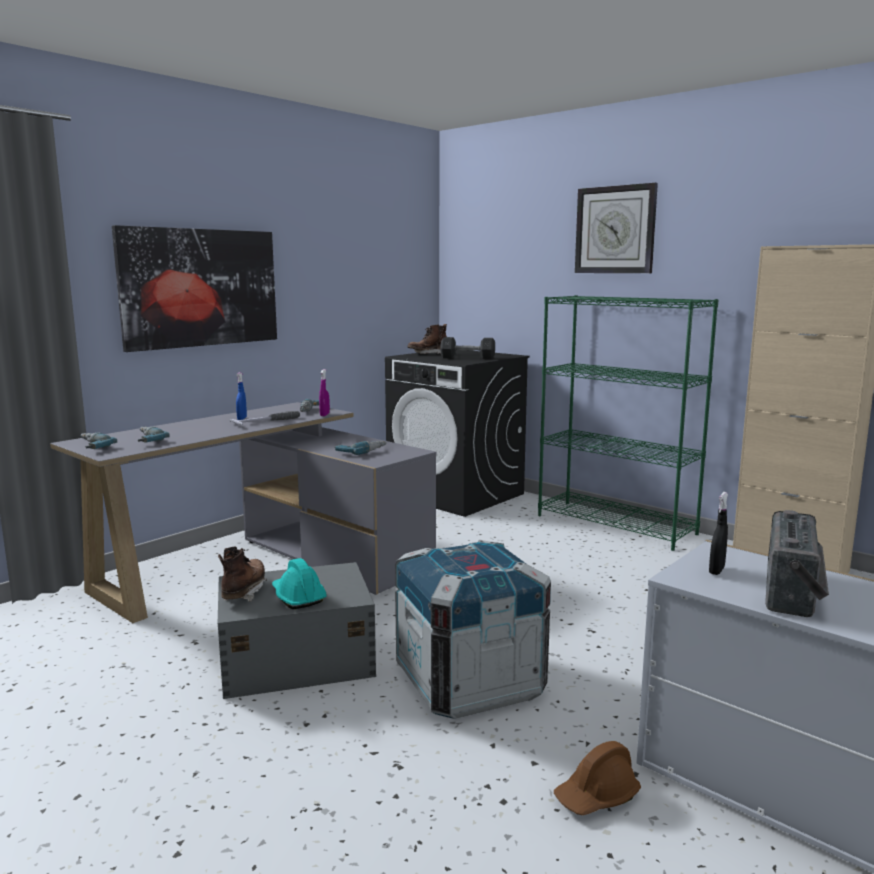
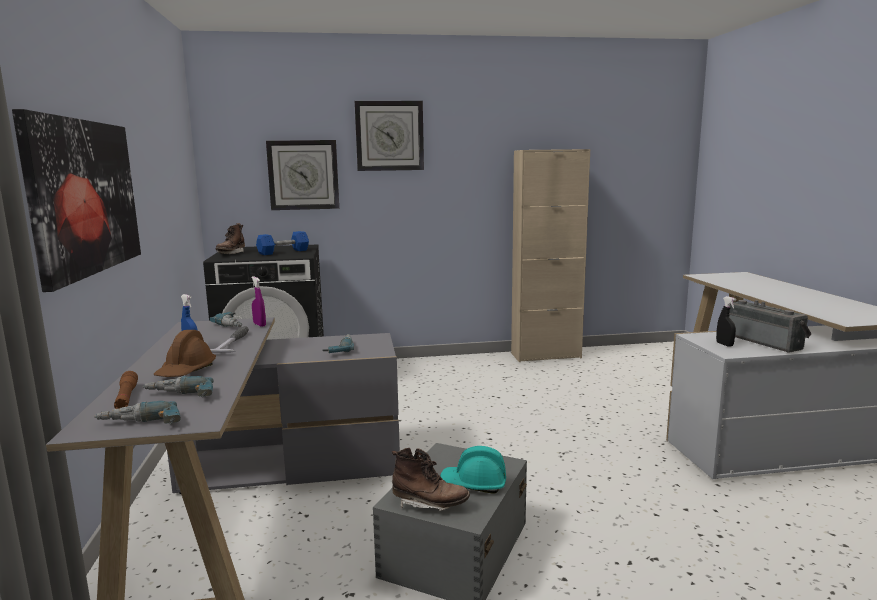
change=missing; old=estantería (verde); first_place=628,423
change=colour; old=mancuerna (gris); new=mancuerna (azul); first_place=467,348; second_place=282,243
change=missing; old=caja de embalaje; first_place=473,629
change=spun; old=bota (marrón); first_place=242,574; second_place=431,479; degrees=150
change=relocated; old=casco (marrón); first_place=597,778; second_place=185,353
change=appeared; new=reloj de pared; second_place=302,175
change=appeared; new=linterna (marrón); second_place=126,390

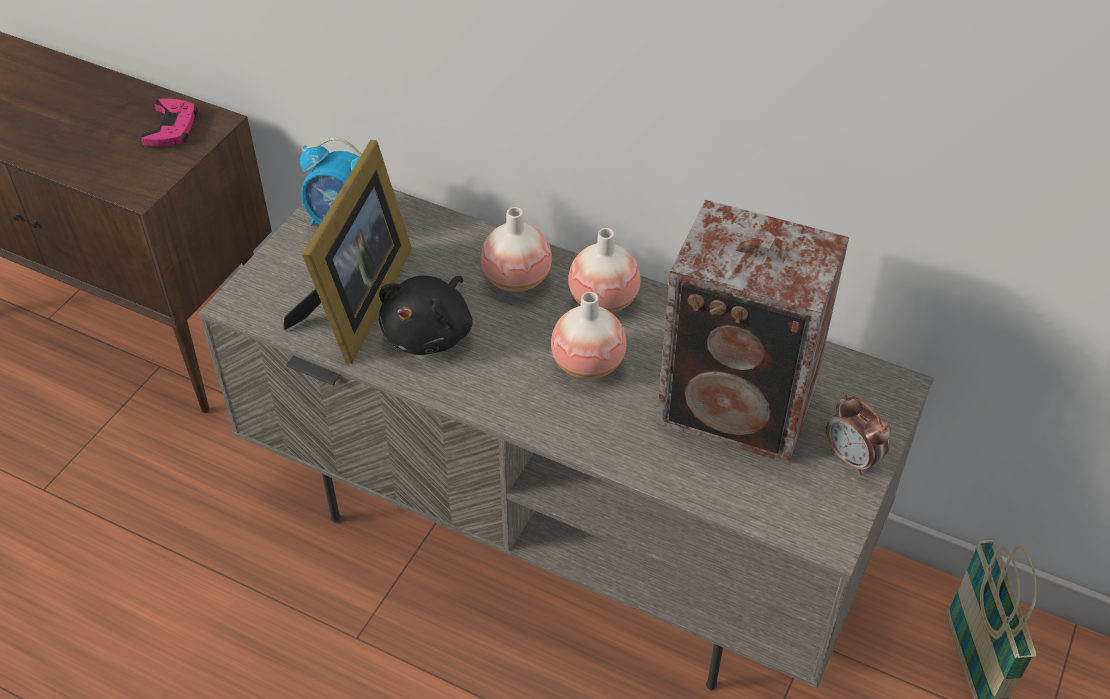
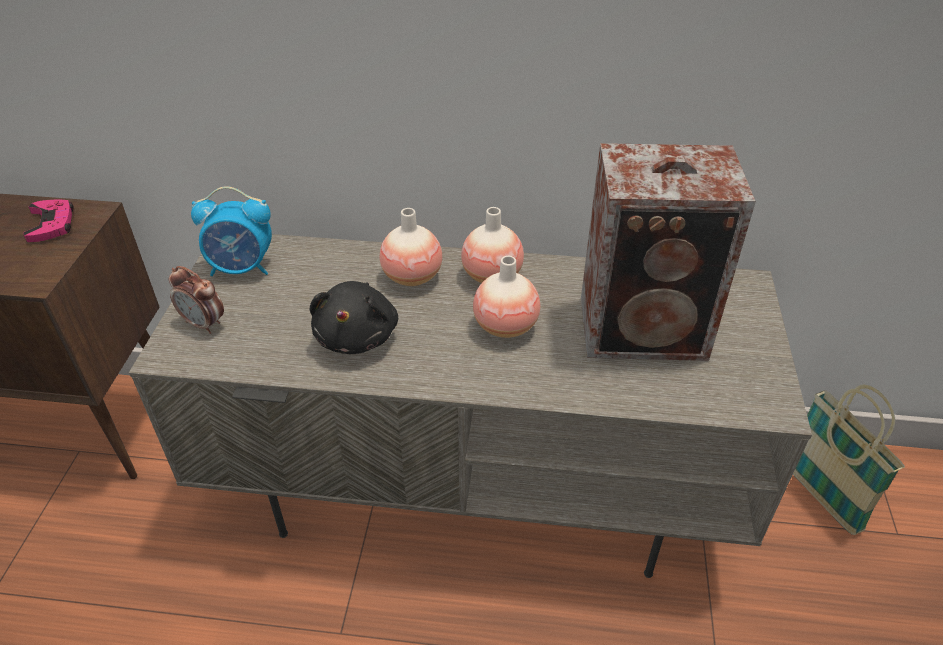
change=missing; old=portarretratos; first_place=348,252
change=relocated; old=despertador; first_place=858,435; second_place=196,300

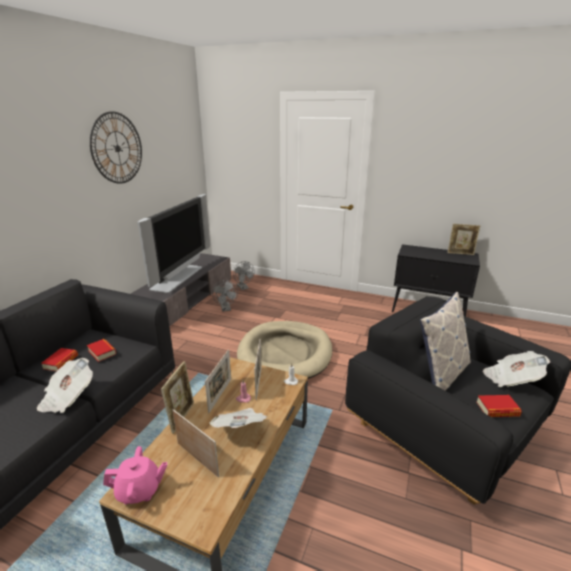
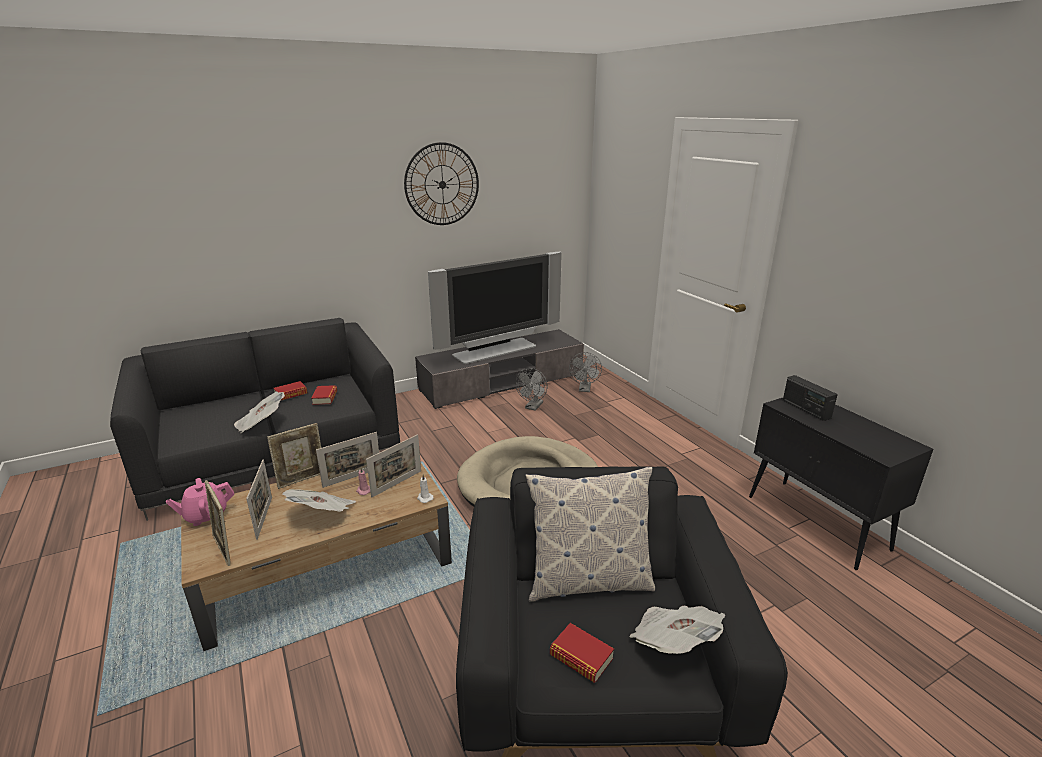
change=relocated; old=portarretratos; first_place=464,239; second_place=218,523
change=spun; old=tetera (rosa); first_place=135,475; second_place=200,502; degrees=120
change=appeared; new=radio; second_place=810,398

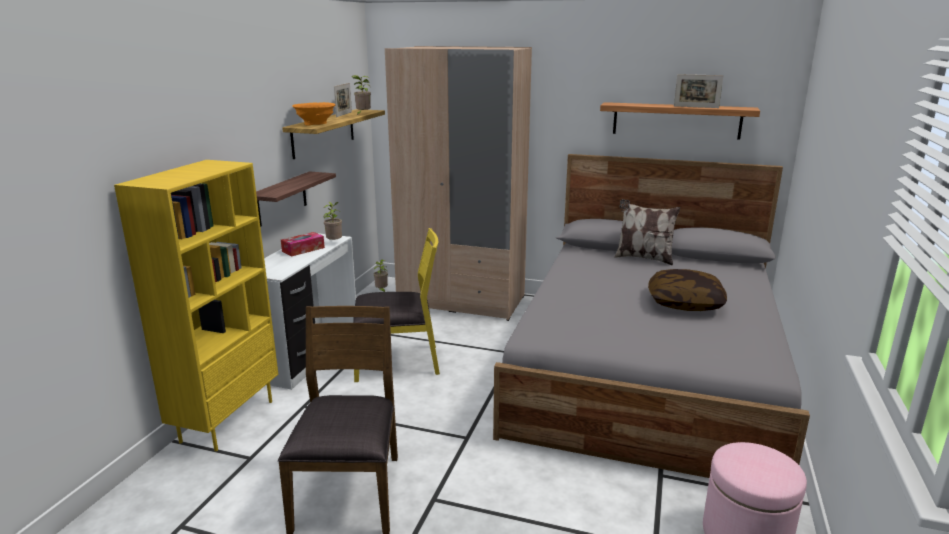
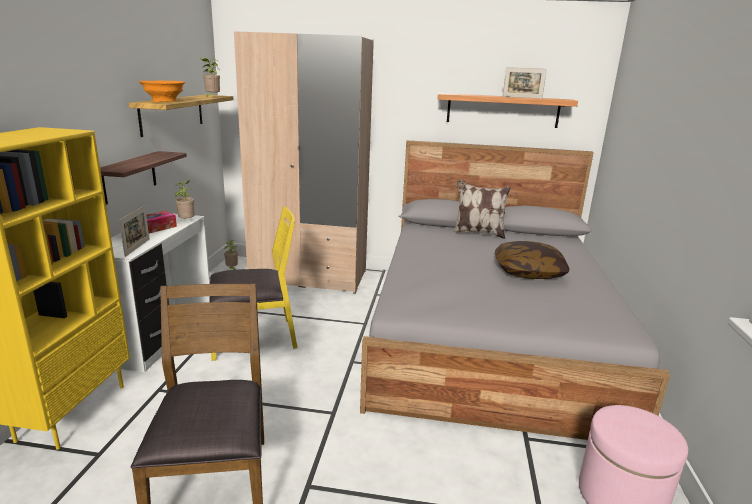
change=relocated; old=portarretratos; first_place=343,100; second_place=134,231

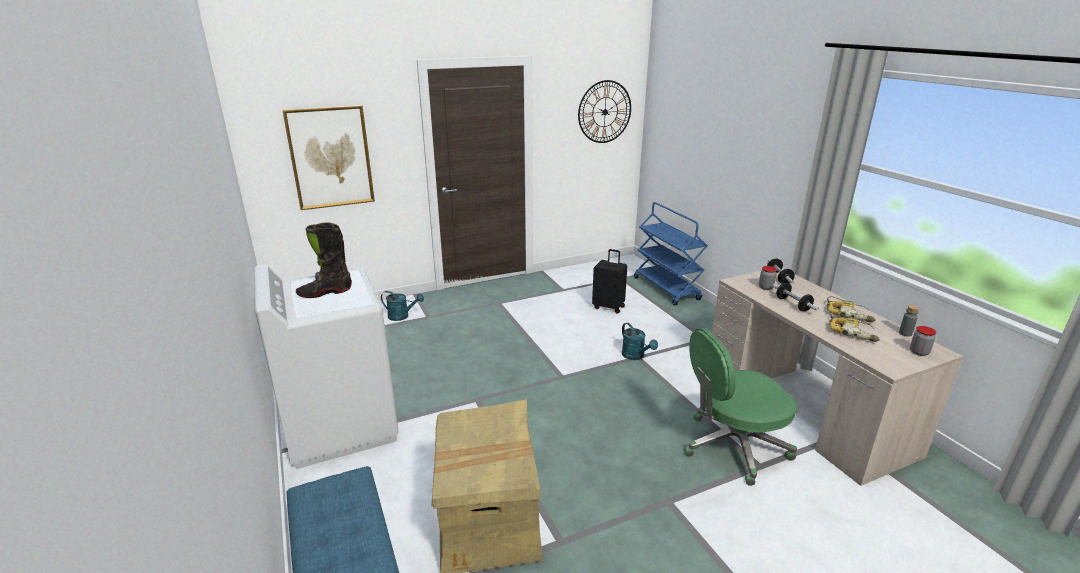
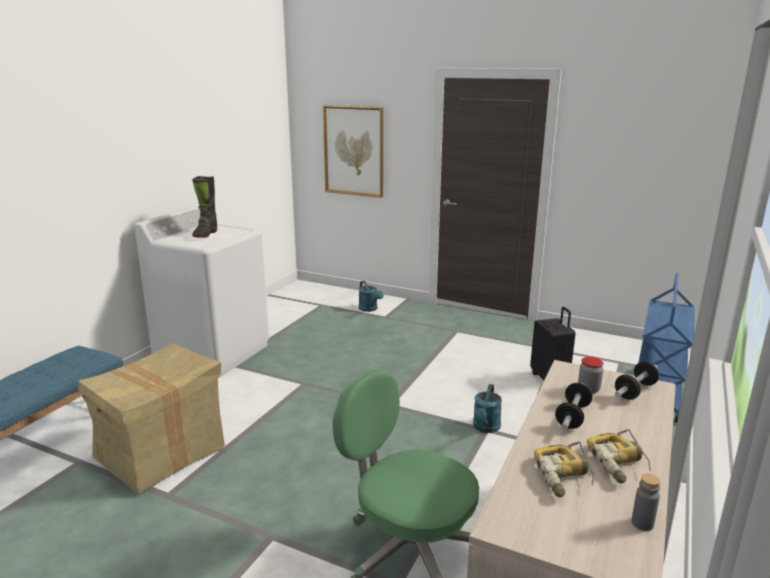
change=missing; old=reloj de pared; first_place=604,111
change=spun; old=bota (negro); first_place=324,260; second_place=204,207; degrees=-105
change=missing; old=tarro; first_place=923,341

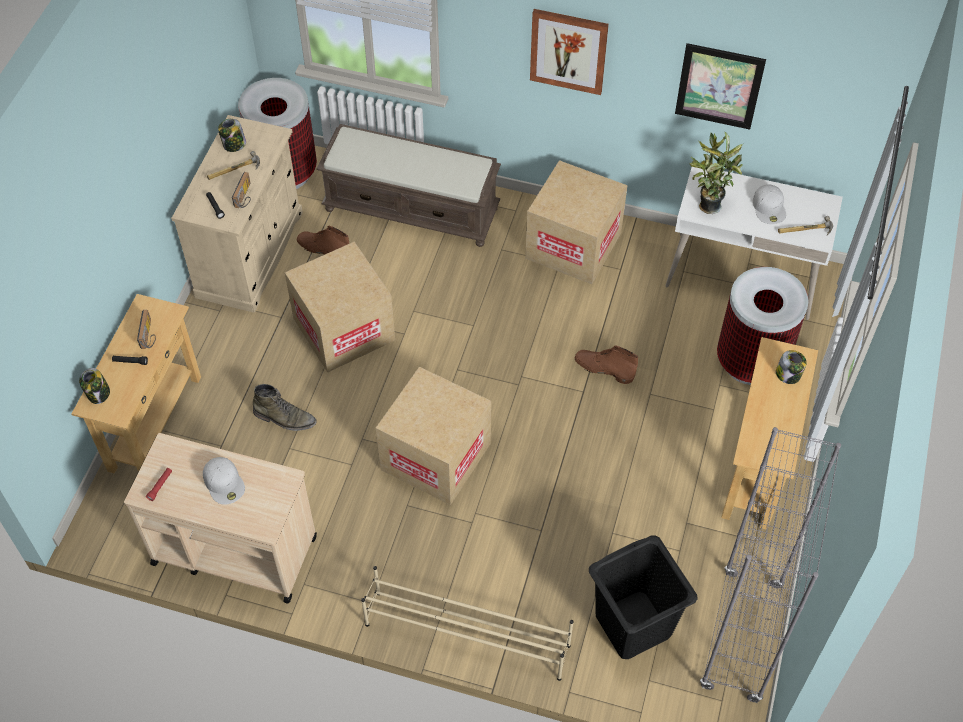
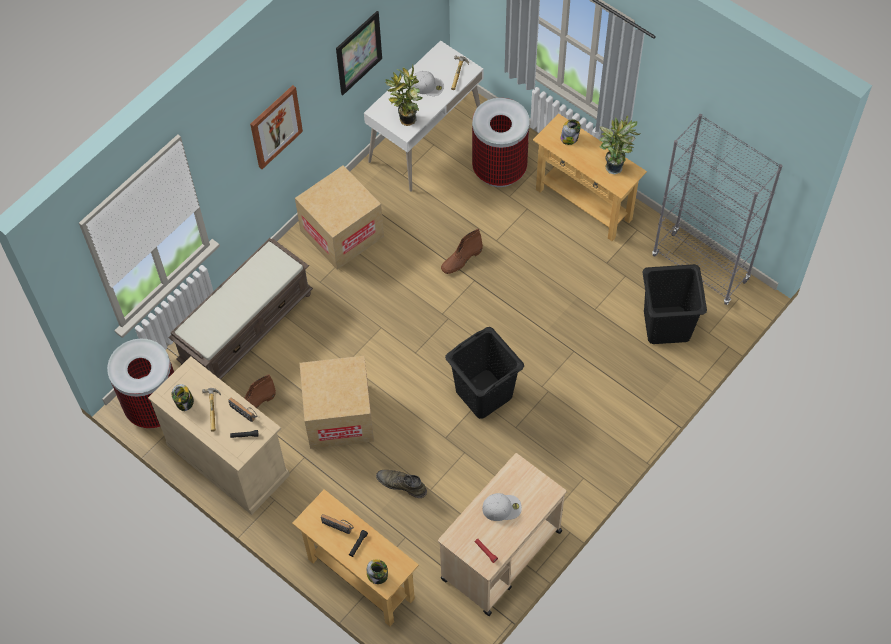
change=exchanged; old=caja de cartón; new=cesto de la ropa (negro); first_place=433,436; second_place=484,373
change=spun; old=bota (verde); first_place=285,407; second_place=401,484; degrees=-105
change=missing; old=zapatero (beis); first_place=467,623
change=appeared; new=planta en maceta; second_place=620,145

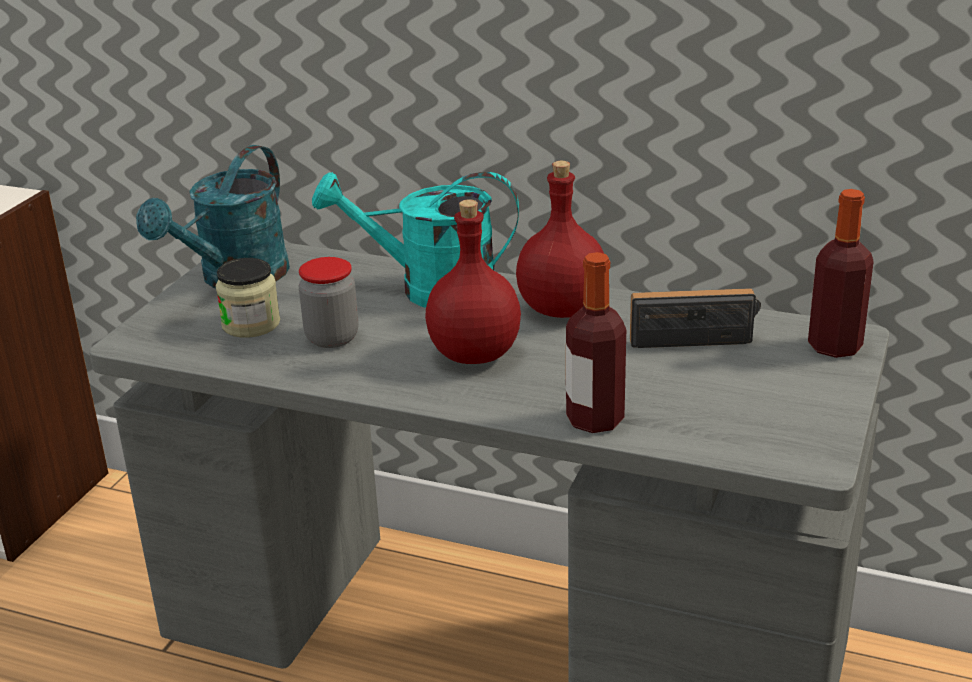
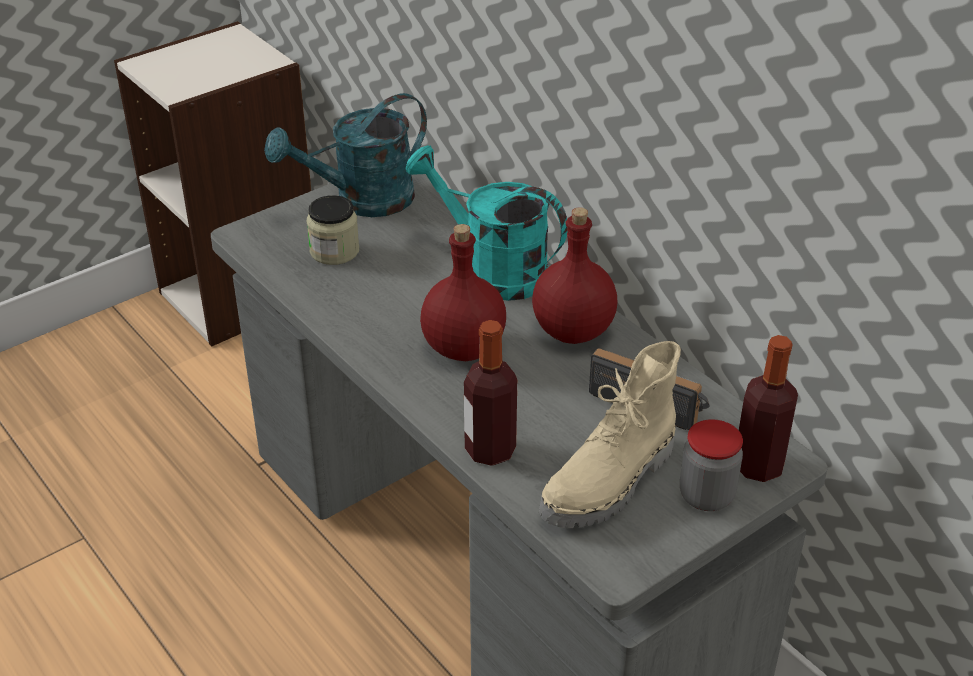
change=relocated; old=tarro; first_place=328,302; second_place=711,465
change=appeared; new=bota (beis); second_place=610,434

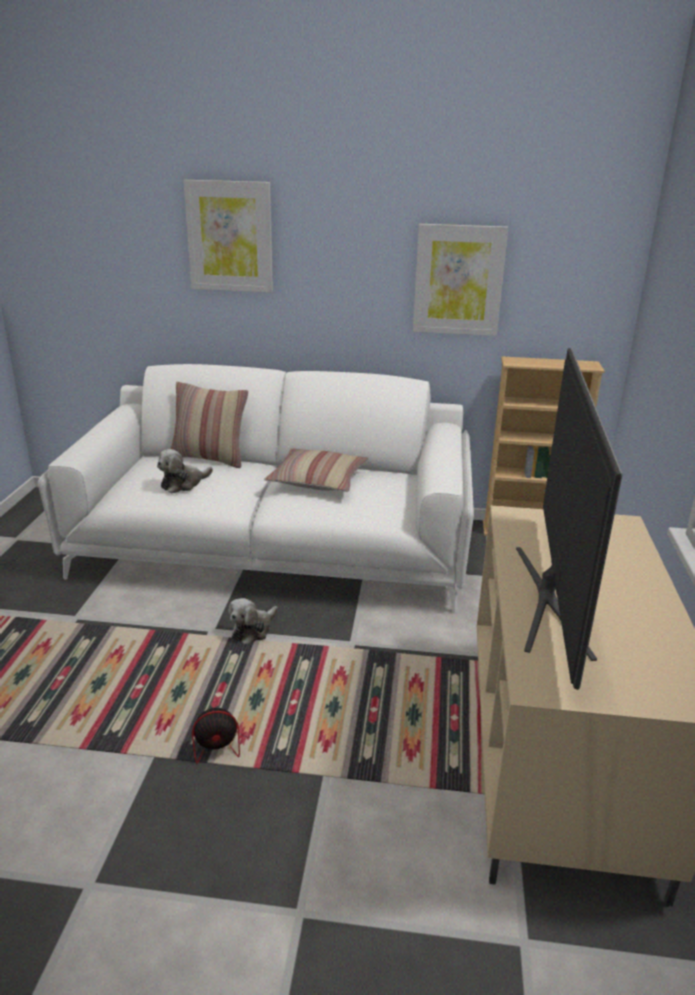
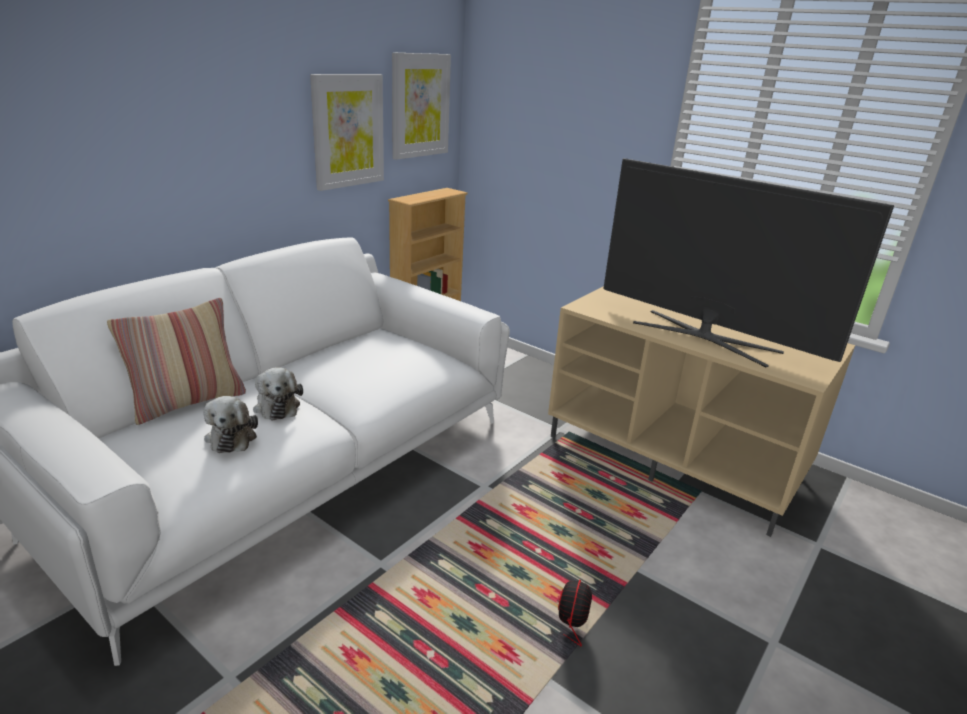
change=relocated; old=cuadro; first_place=228,236; second_place=421,106
change=missing; old=cojín; first_place=316,470
change=relocated; old=peluche; first_place=253,621; second_place=278,393

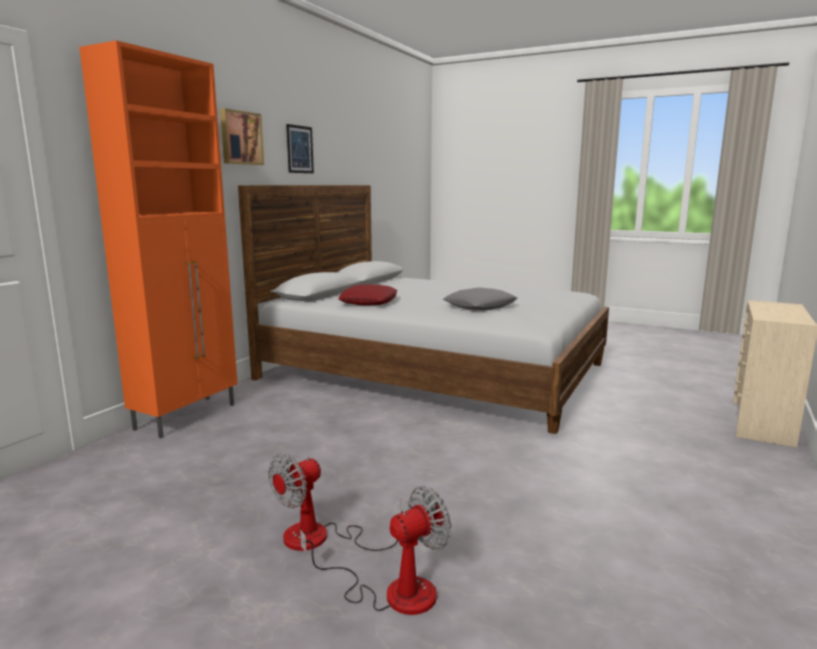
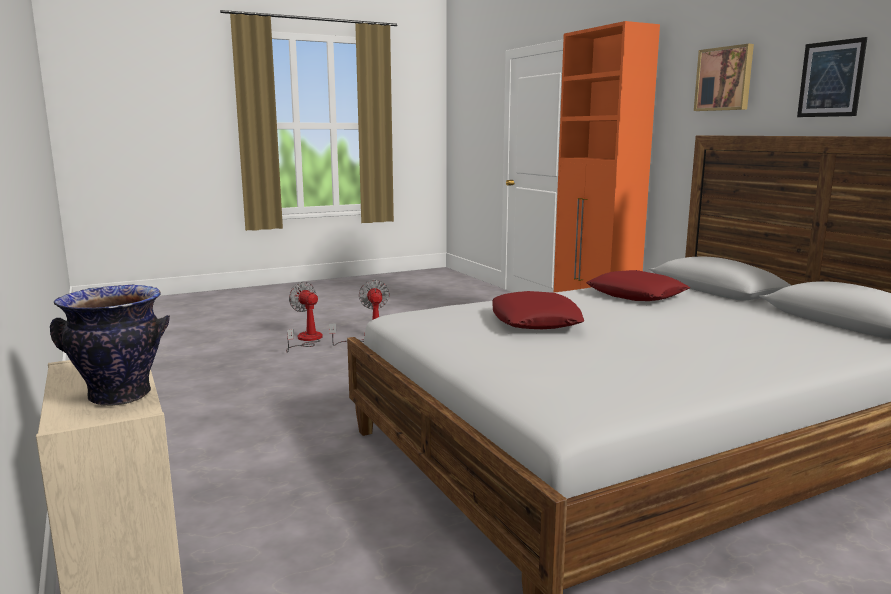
change=colour; old=cojín (gris); new=cojín (rojo); first_place=480,298; second_place=538,310
change=spun; old=ventilador; first_place=375,550; second_place=304,317; degrees=135
change=appeared; new=florero; second_place=110,345

